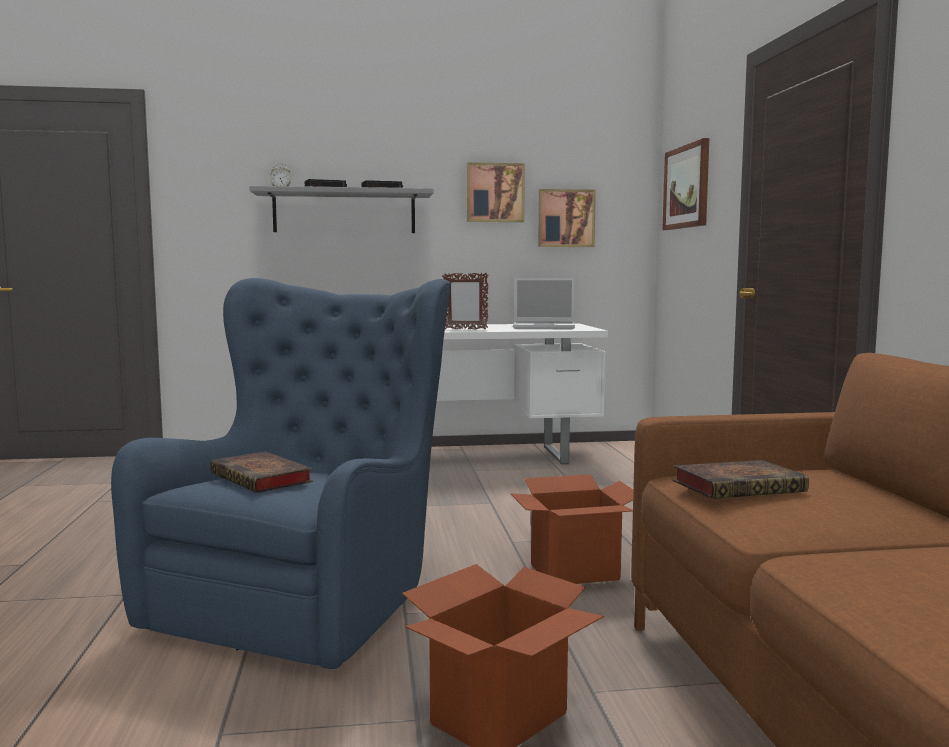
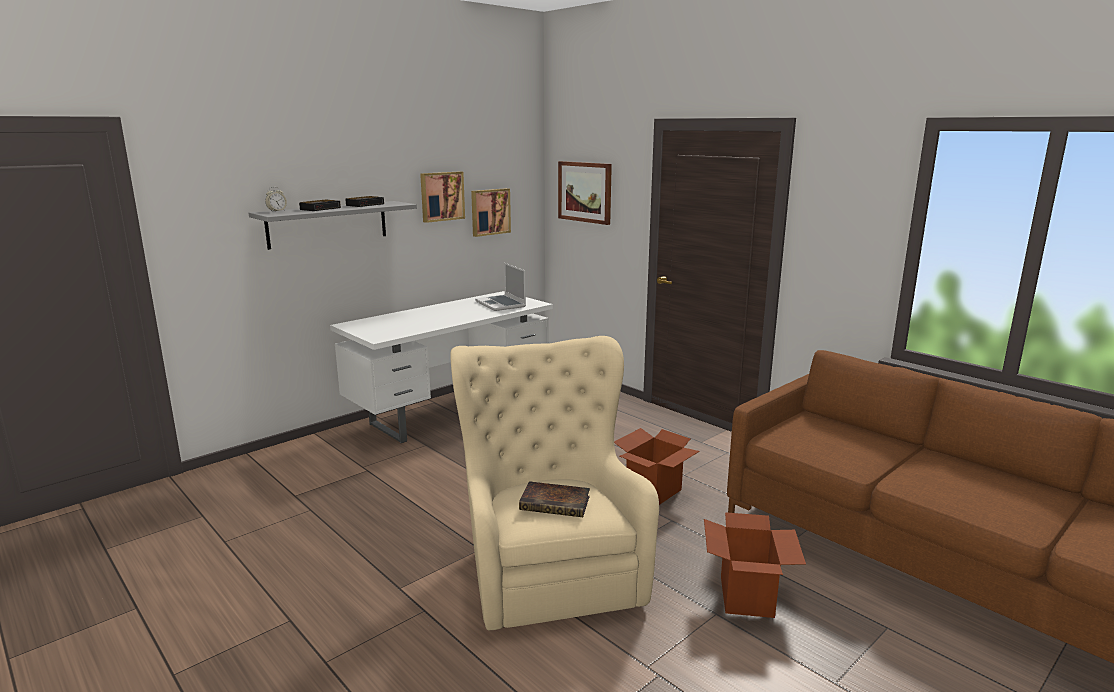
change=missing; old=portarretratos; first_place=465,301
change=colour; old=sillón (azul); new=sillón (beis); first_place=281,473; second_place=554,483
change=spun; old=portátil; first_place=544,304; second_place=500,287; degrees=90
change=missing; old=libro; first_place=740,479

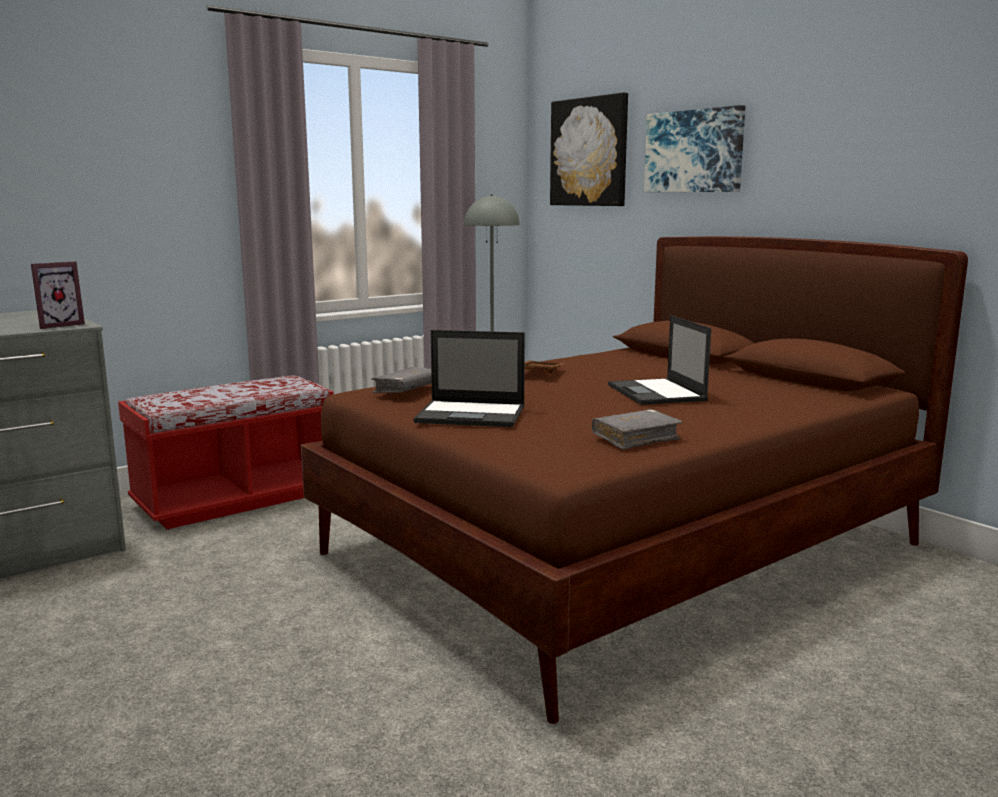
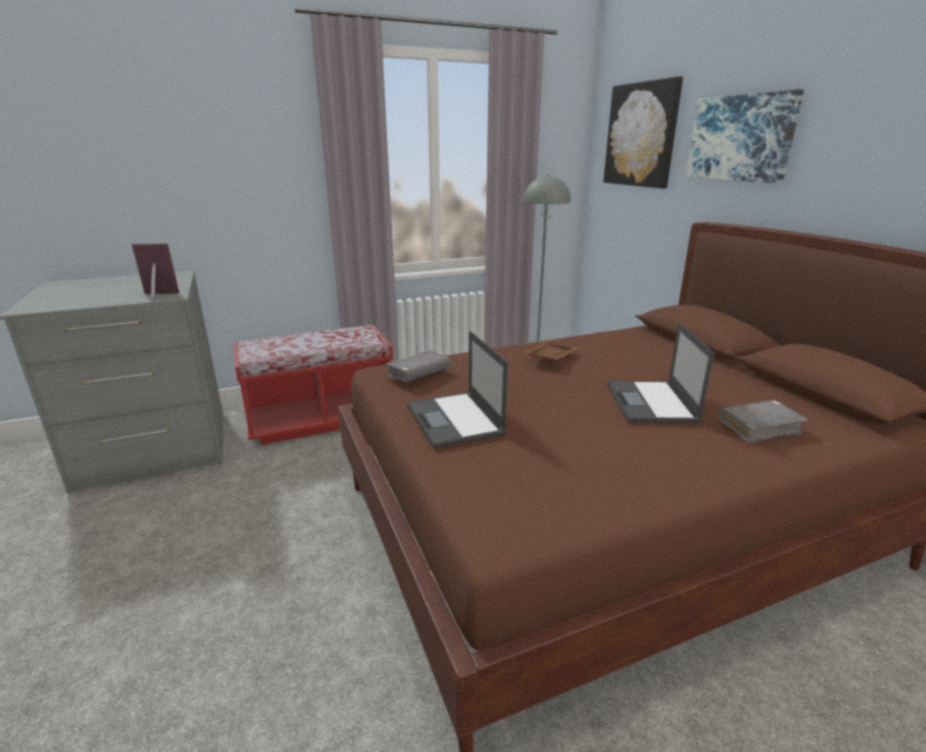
change=spun; old=portarretratos; first_place=58,295; second_place=155,270; degrees=-150
change=spun; old=portátil; first_place=469,378; second_place=457,390; degrees=45
change=relocated; old=libro (gris); first_place=637,429; second_place=763,421

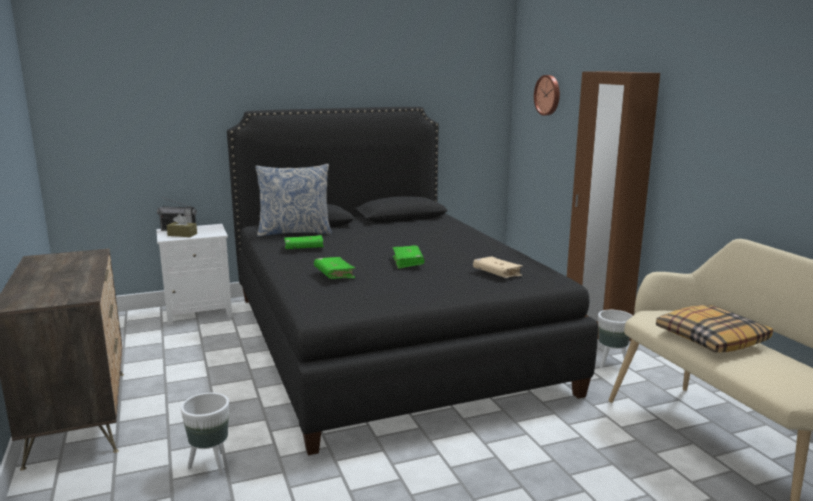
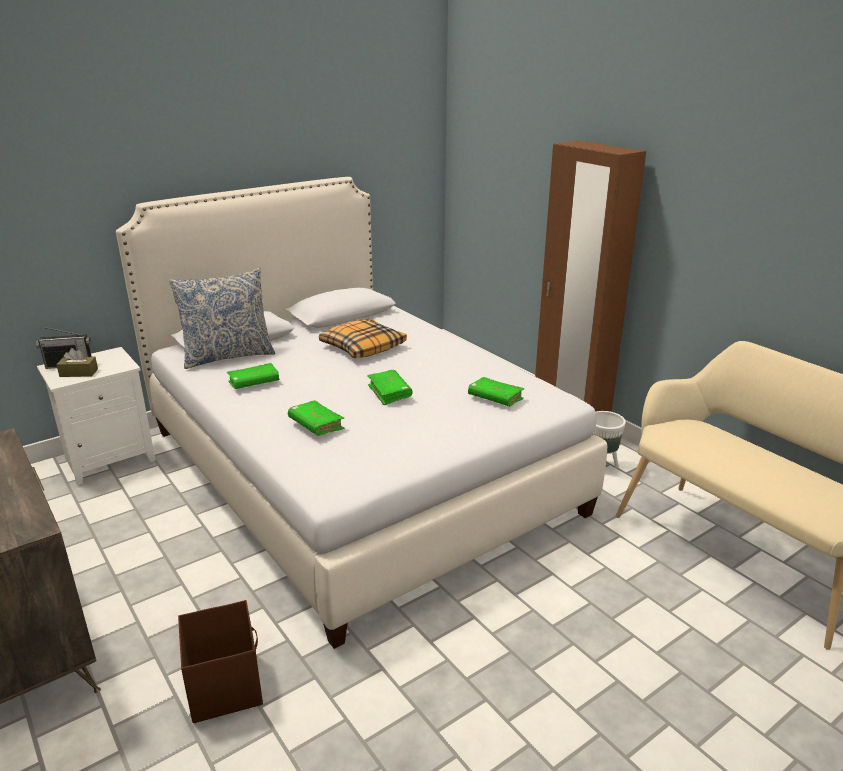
change=missing; old=reloj de pared; first_place=547,95
change=colour; old=cama (negro); new=cama (blanco); first_place=412,281; second_place=361,413
change=colour; old=libro (beis); new=libro (verde); first_place=498,267; second_place=496,391
change=relocated; old=cojín; first_place=714,329; second_place=363,338
change=exchanged; old=maceta (blanco); new=caja de almacenaje (marrón); first_place=205,433; second_place=220,661

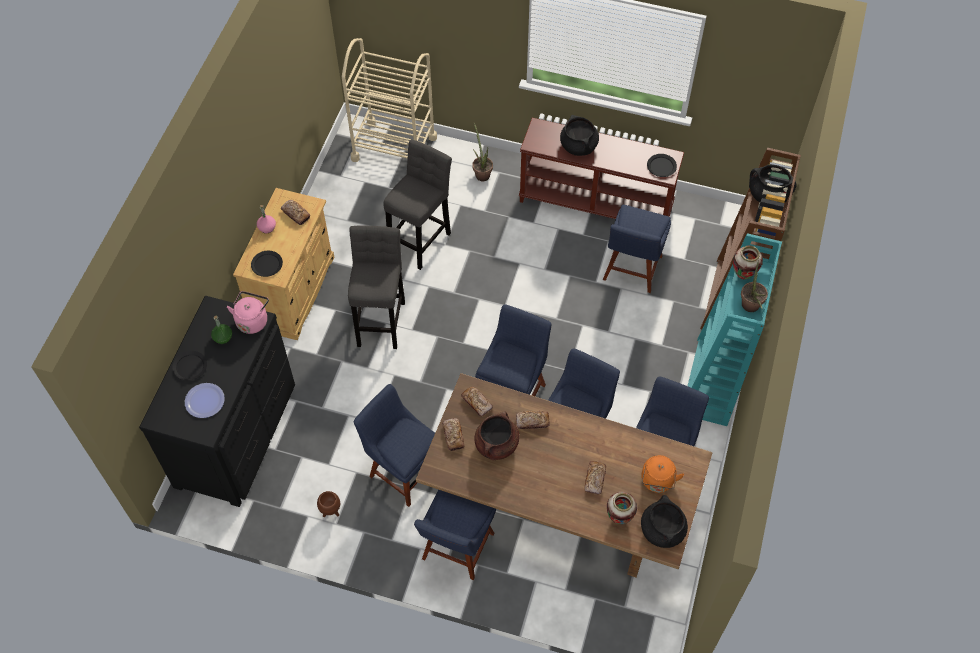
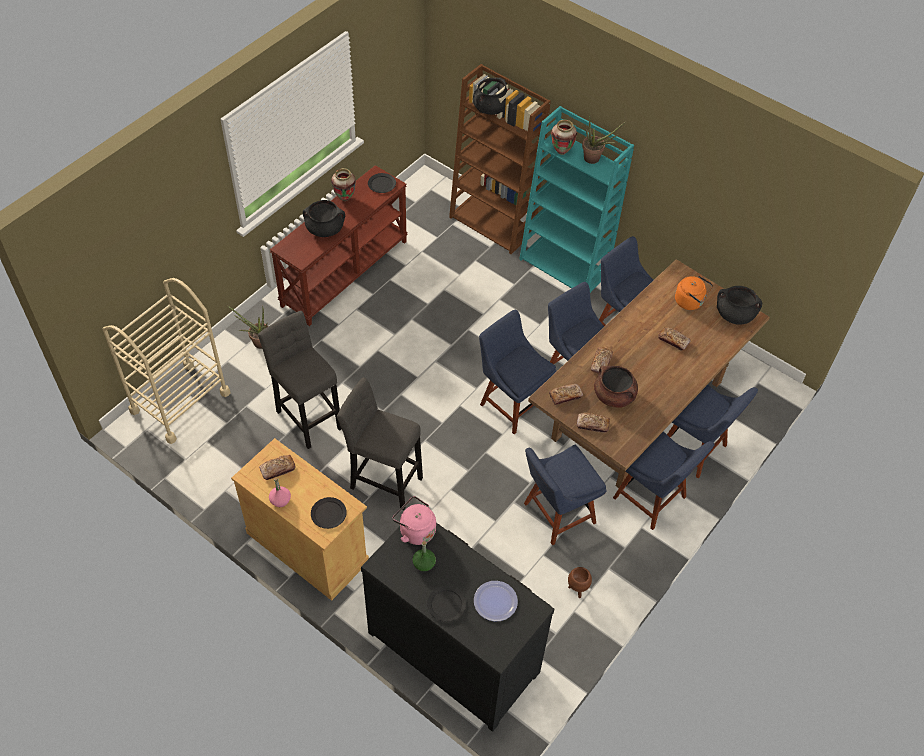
change=relocated; old=silla (azul); first_place=637,249; second_place=712,431
change=relocated; old=florero; first_place=622,508; second_place=343,184

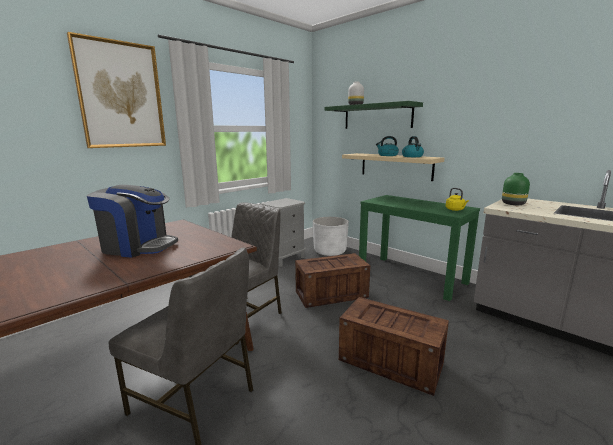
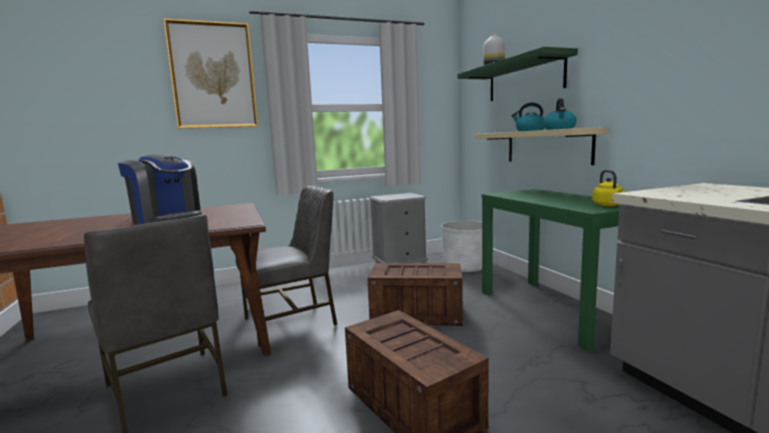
change=missing; old=florero (verde); first_place=516,189

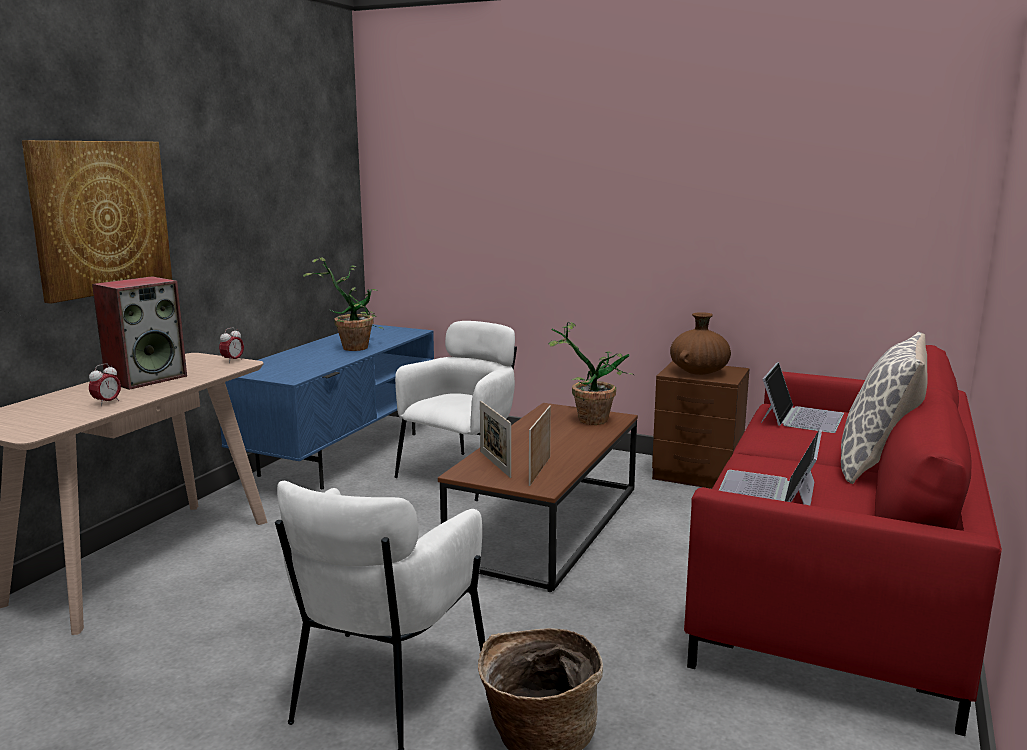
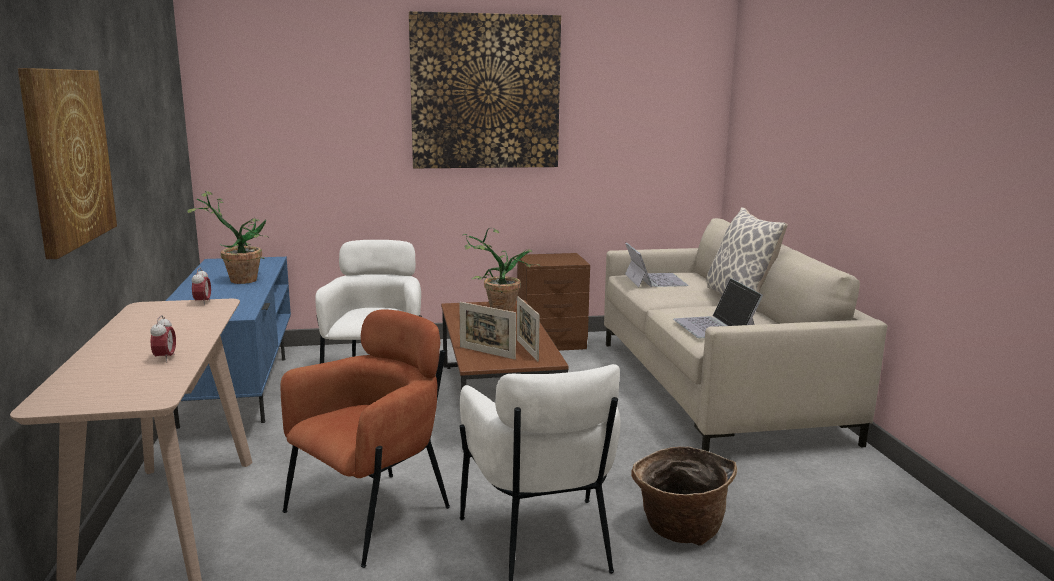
change=missing; old=altavoz; first_place=139,333
change=missing; old=florero (marrón); first_place=700,343
change=colour; old=sofá (rojo); new=sofá (beis); first_place=843,540; second_place=745,335
change=appeared; new=cuadro; second_place=485,89
change=appeared; new=sillón (marrón); second_place=365,438

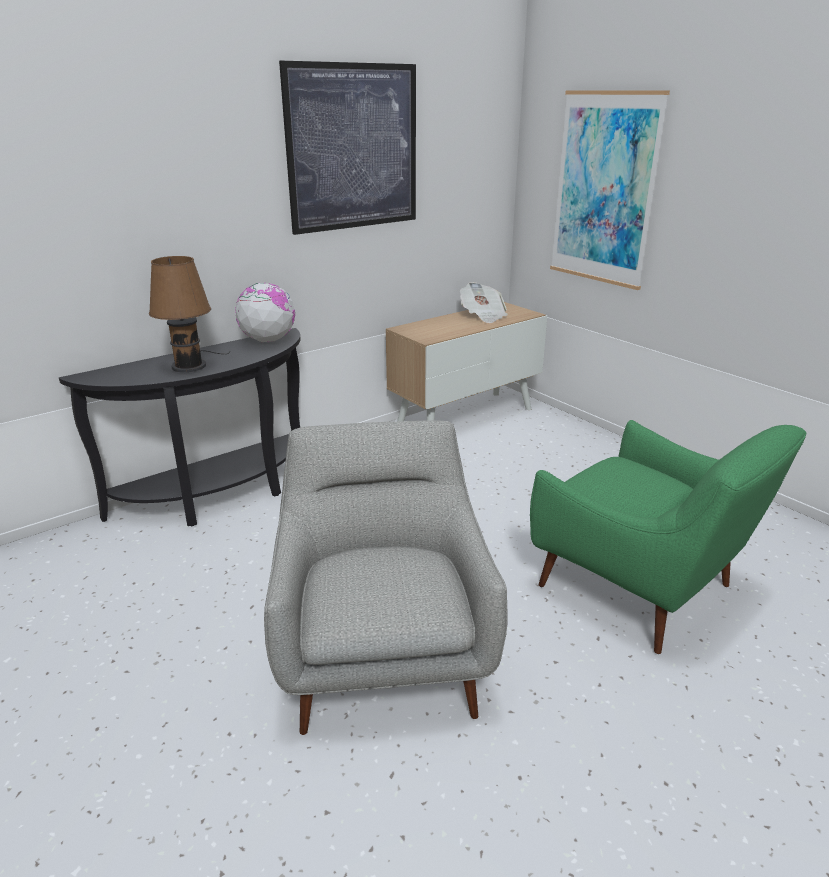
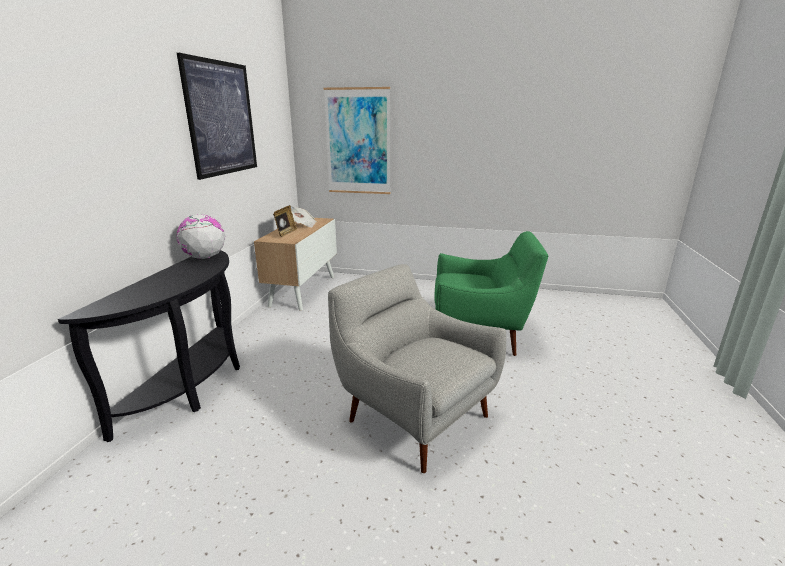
change=missing; old=lámpara de mesa (marrón); first_place=190,314
change=appeared; new=portarretratos; second_place=285,221

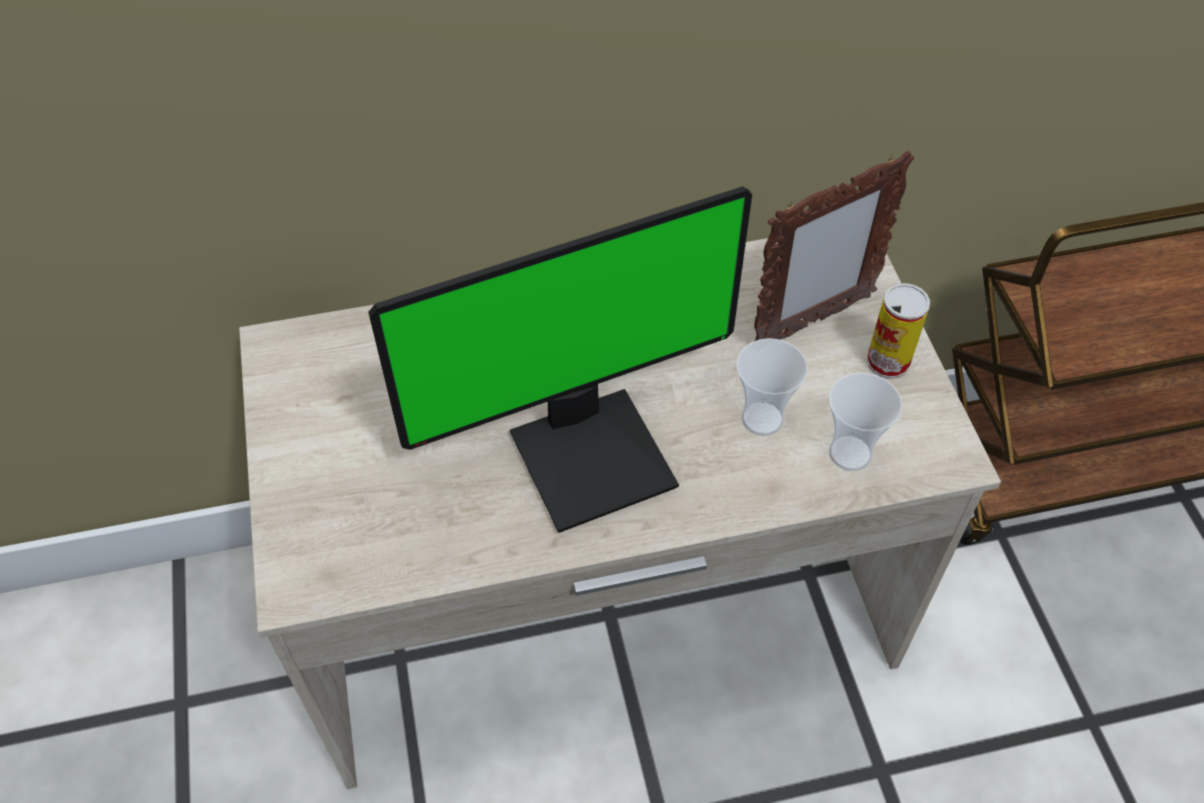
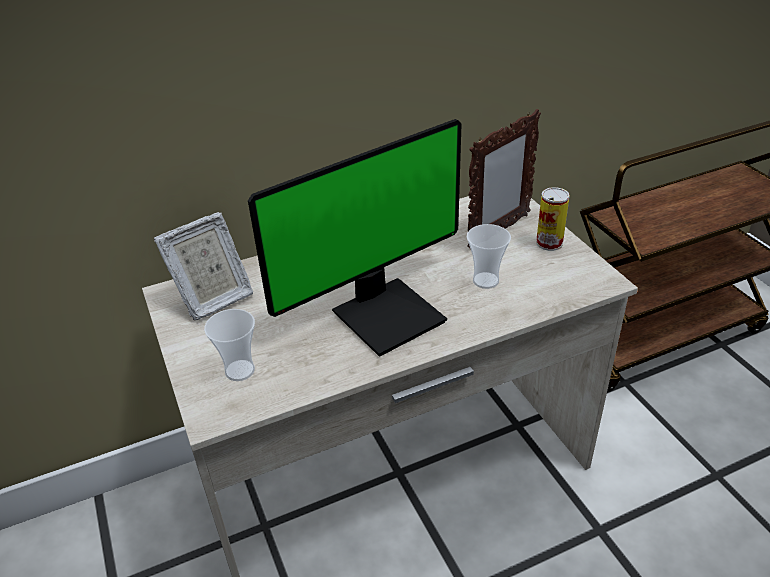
change=relocated; old=taza; first_place=866,422; second_place=229,345
change=appeared; new=portarretratos; second_place=203,266

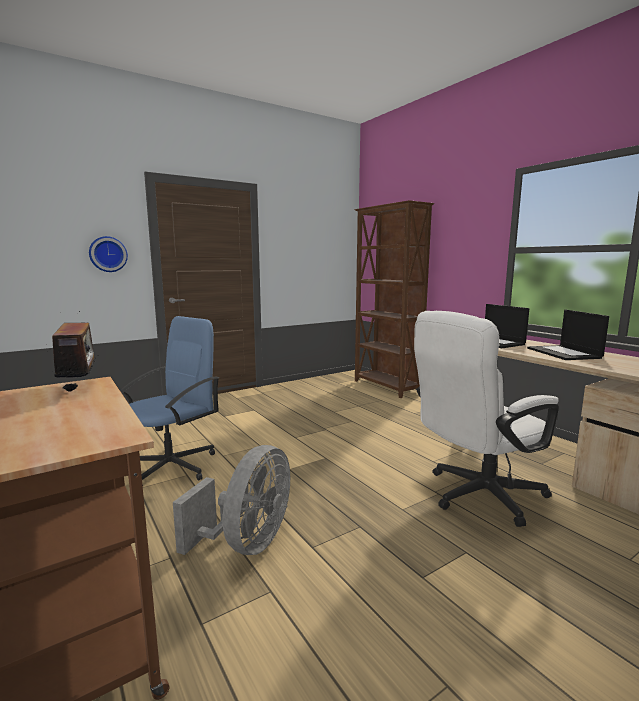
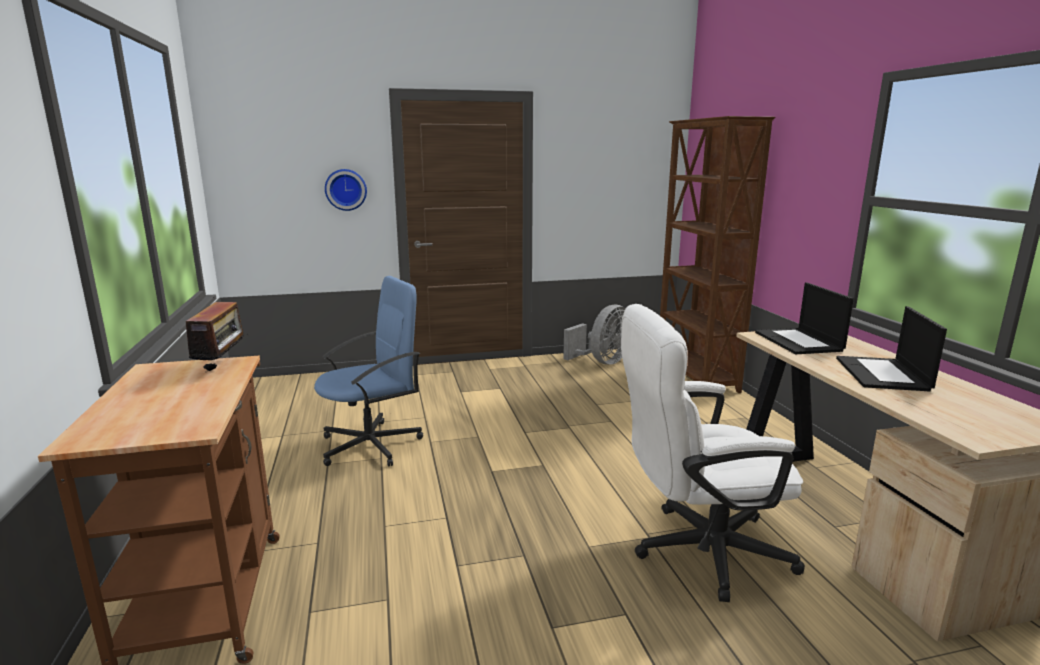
change=relocated; old=ventilador (gris); first_place=231,500; second_place=594,335

